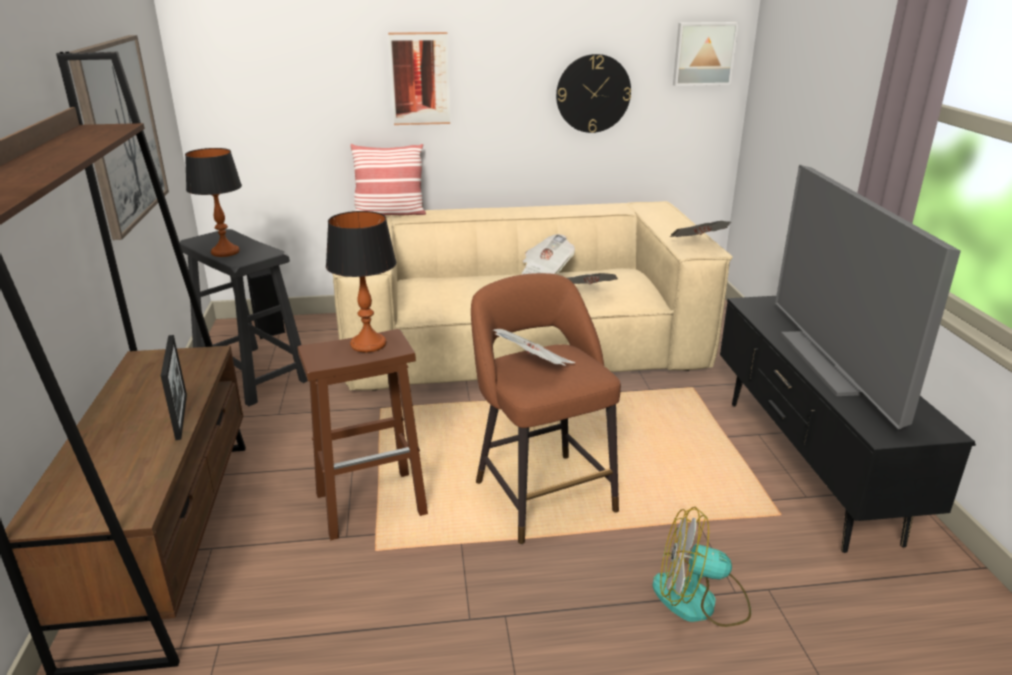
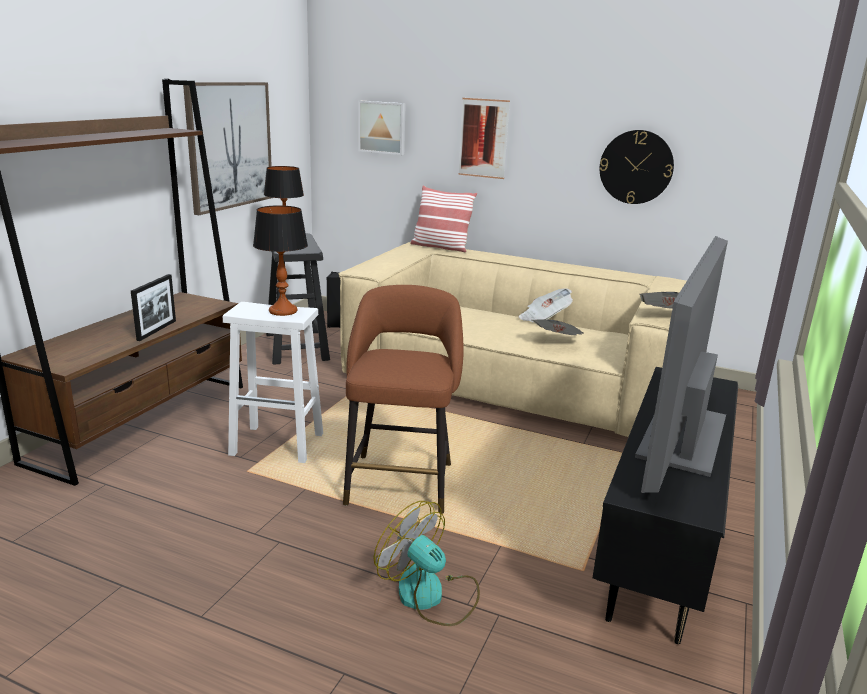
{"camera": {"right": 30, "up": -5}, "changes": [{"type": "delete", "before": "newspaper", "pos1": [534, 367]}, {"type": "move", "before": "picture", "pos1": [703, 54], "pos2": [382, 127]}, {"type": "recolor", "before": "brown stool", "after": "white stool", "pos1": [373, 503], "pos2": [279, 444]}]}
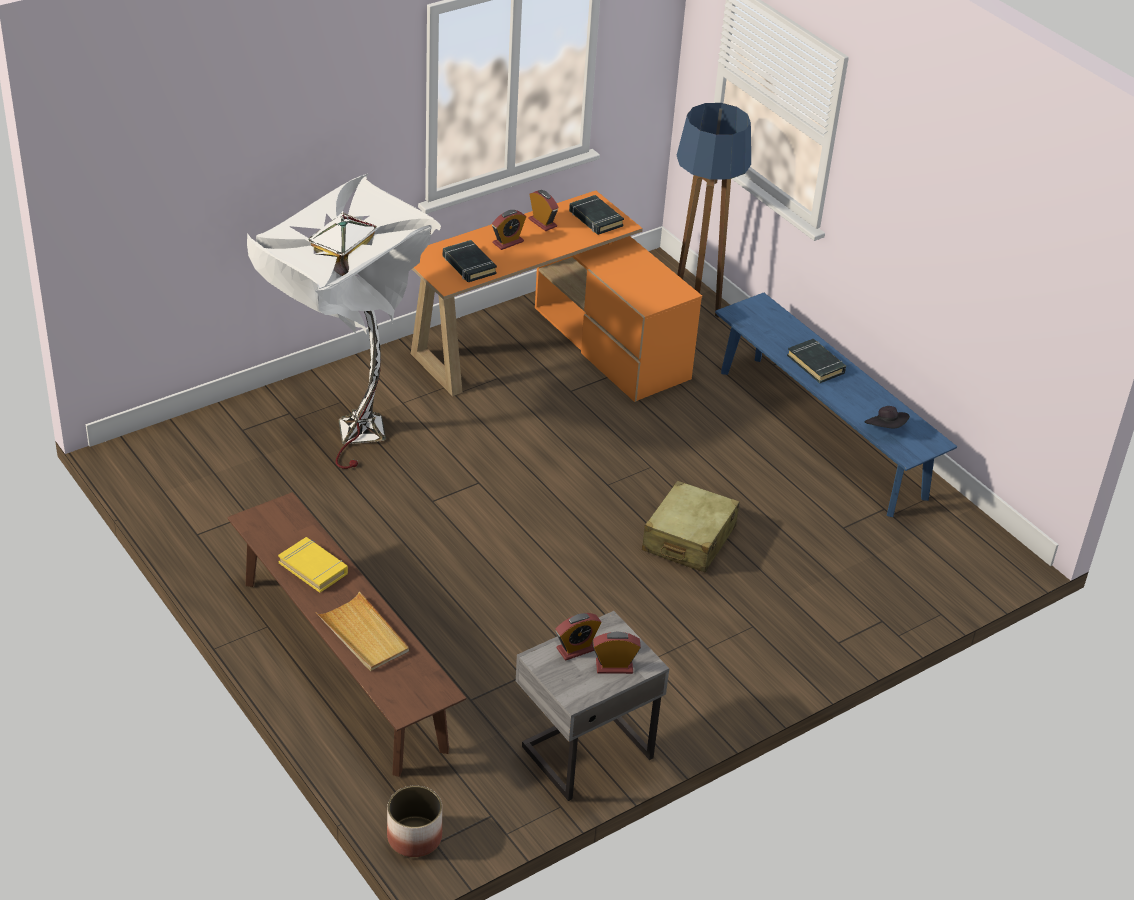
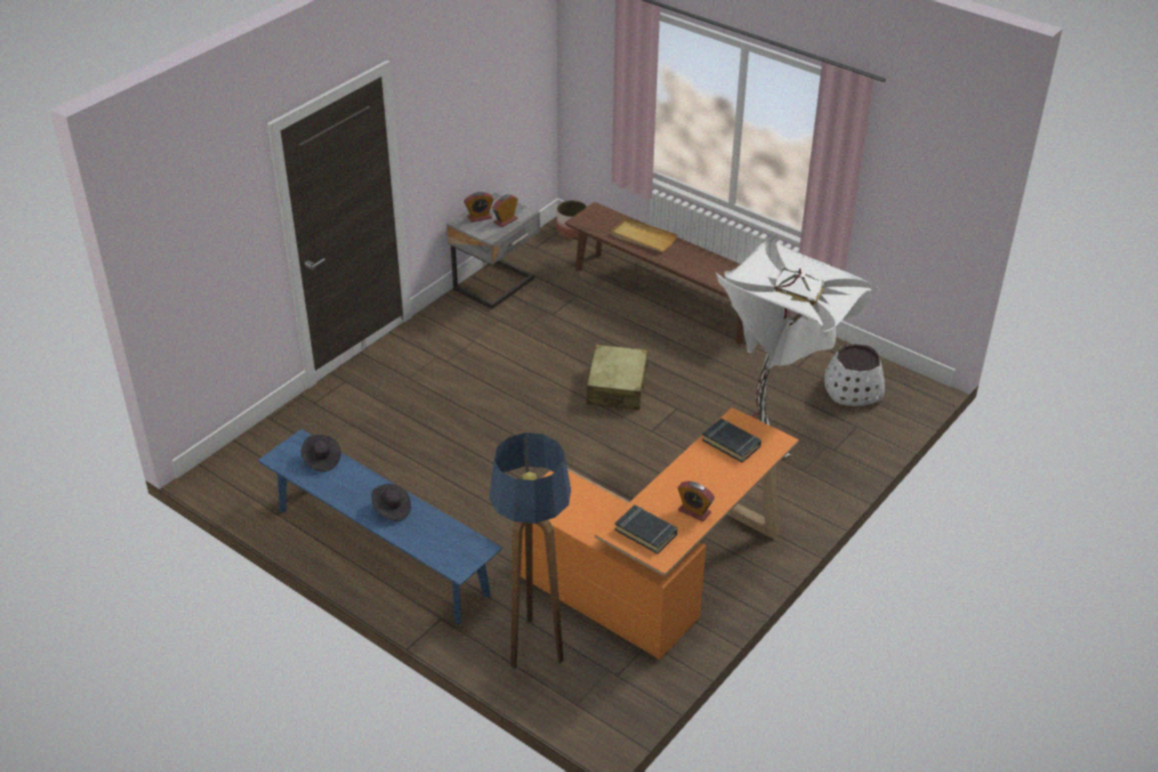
{"camera": {"right": 165, "up": 0}, "changes": [{"type": "delete", "before": "yellow book", "pos1": [313, 568]}, {"type": "delete", "before": "alarm clock", "pos1": [508, 242]}, {"type": "insert", "after": "white planter", "pos2": [853, 390]}, {"type": "move", "before": "beige suitcase", "pos1": [688, 539], "pos2": [617, 387]}, {"type": "replace", "before": "black book", "after": "black hat", "pos1": [816, 364], "pos2": [391, 510]}]}
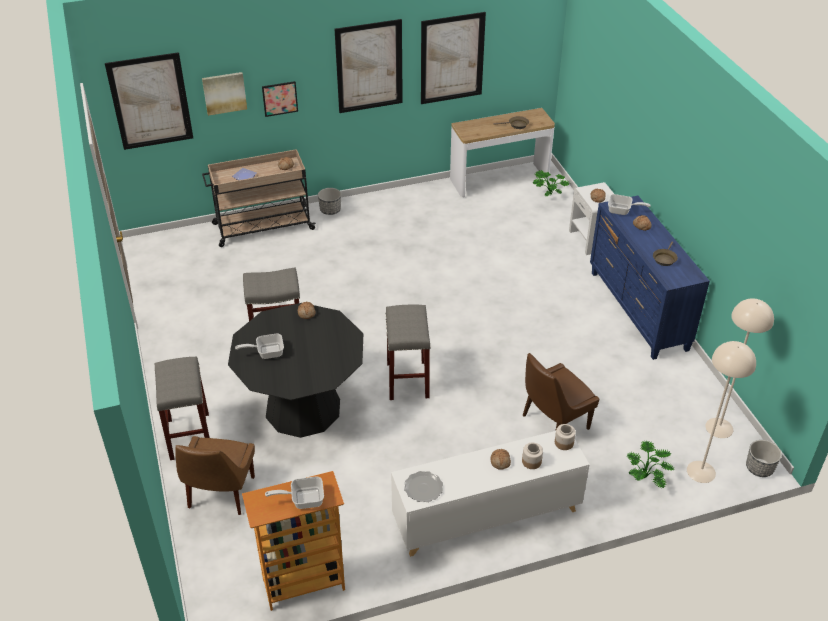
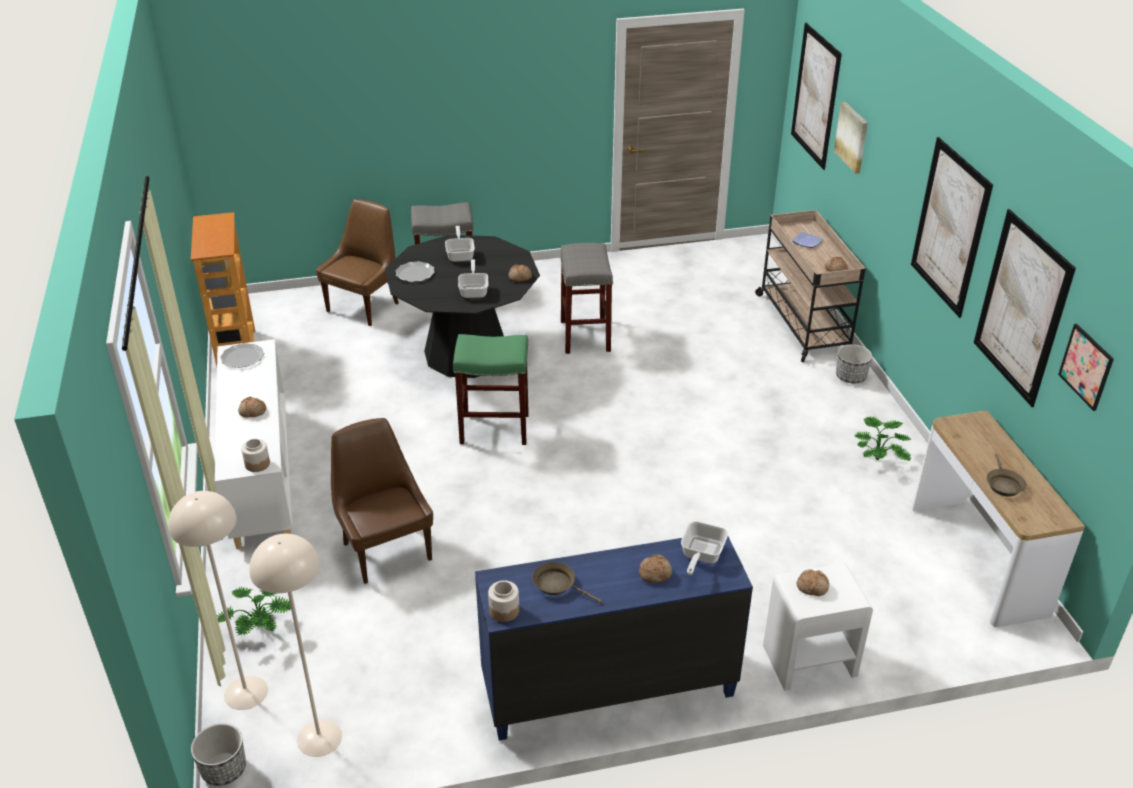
{"camera": {"right": 95, "up": -5}, "changes": [{"type": "insert", "after": "plate", "pos2": [415, 274]}, {"type": "move", "before": "picture", "pos1": [280, 98], "pos2": [1086, 366]}, {"type": "move", "before": "frying pan", "pos1": [303, 499], "pos2": [474, 290]}, {"type": "move", "before": "jar", "pos1": [531, 462], "pos2": [504, 610]}, {"type": "move", "before": "potted plant", "pos1": [548, 193], "pos2": [879, 458]}, {"type": "recolor", "before": "grey stool", "after": "green stool", "pos1": [408, 381], "pos2": [493, 429]}, {"type": "rotate", "before": "brown chair", "pos1": [220, 494], "pos2": [364, 306], "turn": 105}]}
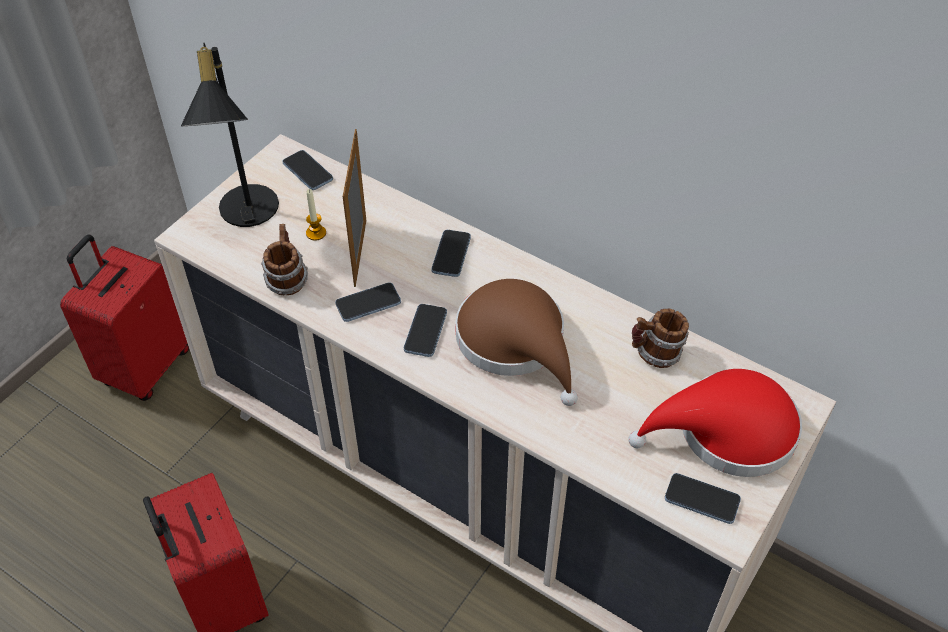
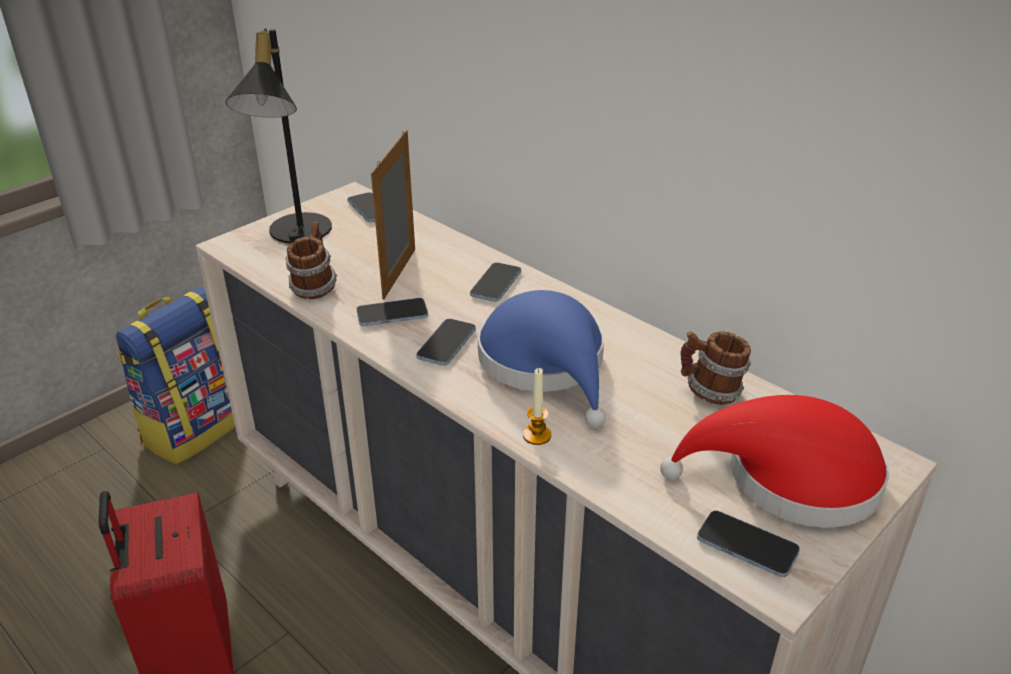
{"camera": {"right": 10, "up": -15}, "changes": [{"type": "move", "before": "candle", "pos1": [316, 233], "pos2": [537, 435]}, {"type": "replace", "before": "red suitcase", "after": "backpack", "pos1": [144, 368], "pos2": [196, 427]}, {"type": "recolor", "before": "brown hat", "after": "blue hat", "pos1": [516, 342], "pos2": [546, 364]}]}
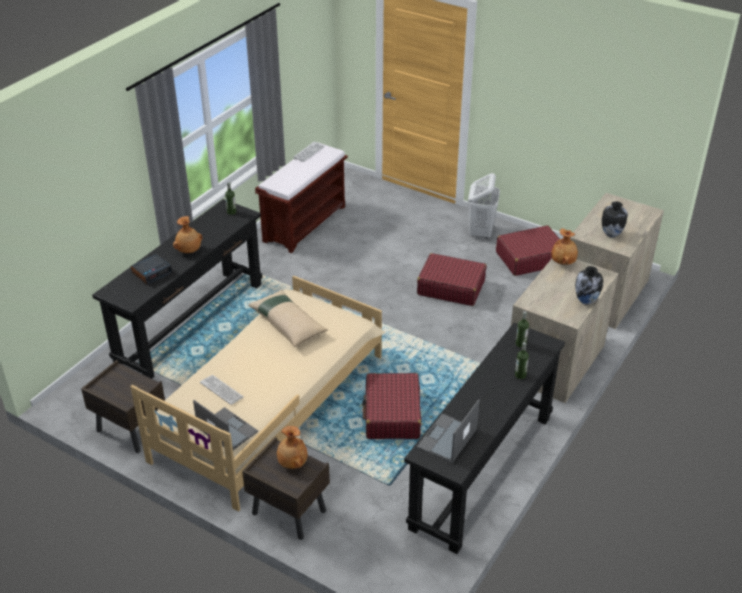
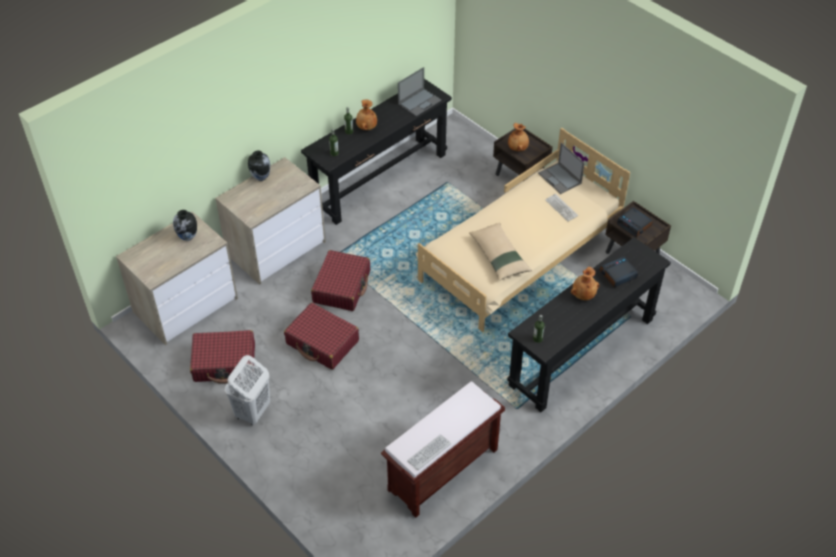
{"camera": {"right": -165, "up": 10}, "changes": [{"type": "insert", "after": "alarm clock", "pos2": [634, 225]}, {"type": "move", "before": "red suitcase", "pos1": [392, 415], "pos2": [342, 287]}, {"type": "move", "before": "brown vase", "pos1": [563, 262], "pos2": [366, 127]}]}
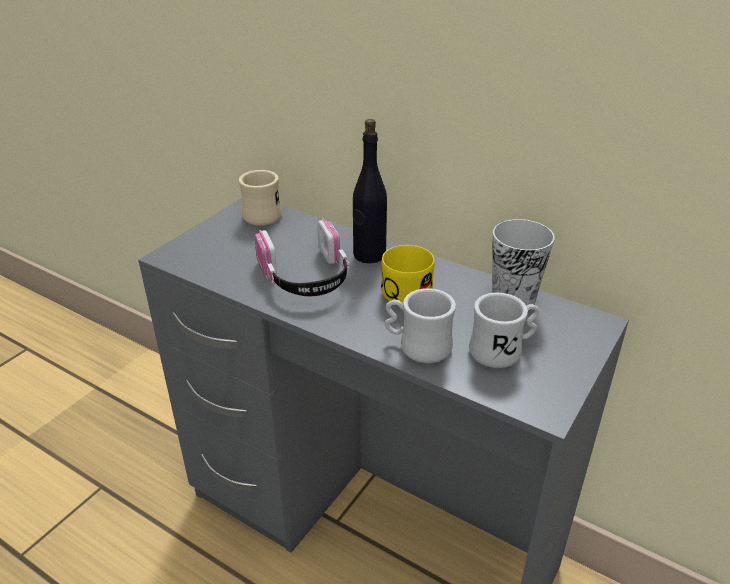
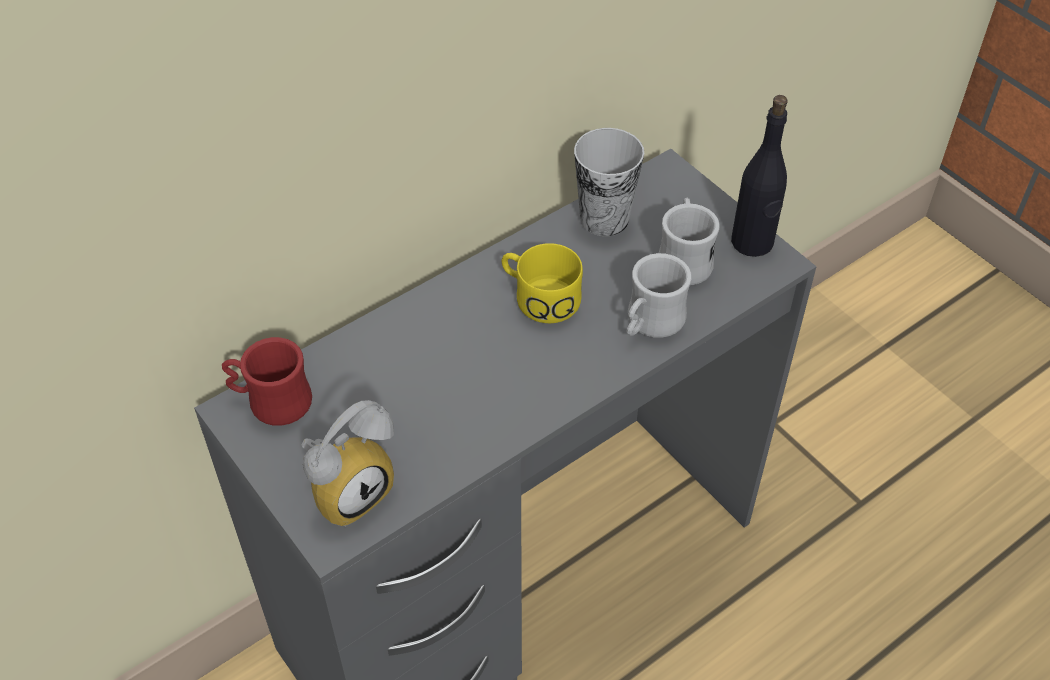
{"camera": {"right": -70, "up": 15}, "changes": [{"type": "delete", "before": "headphones", "pos1": [306, 277]}, {"type": "insert", "after": "alarm clock", "pos2": [350, 489]}, {"type": "move", "before": "black bottle", "pos1": [369, 255], "pos2": [752, 242]}, {"type": "recolor", "before": "beige mug", "after": "red mug", "pos1": [261, 213], "pos2": [271, 401]}]}
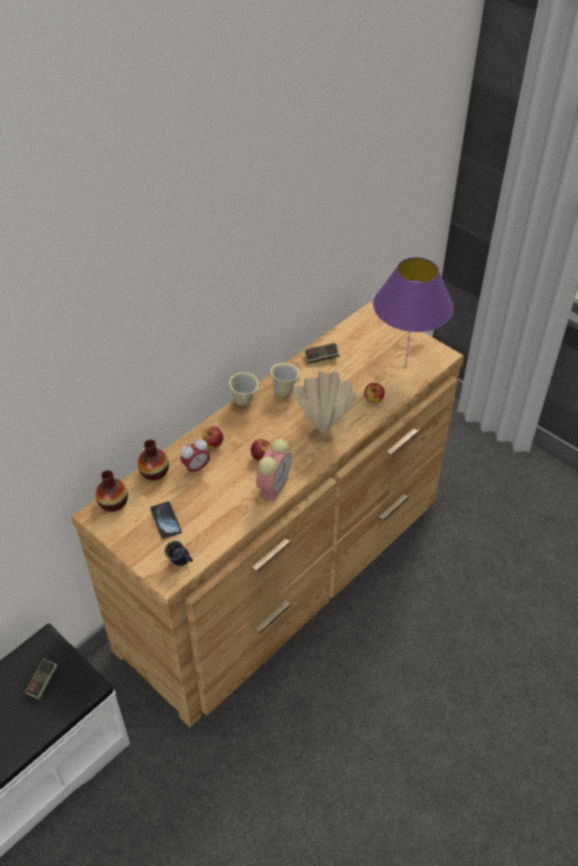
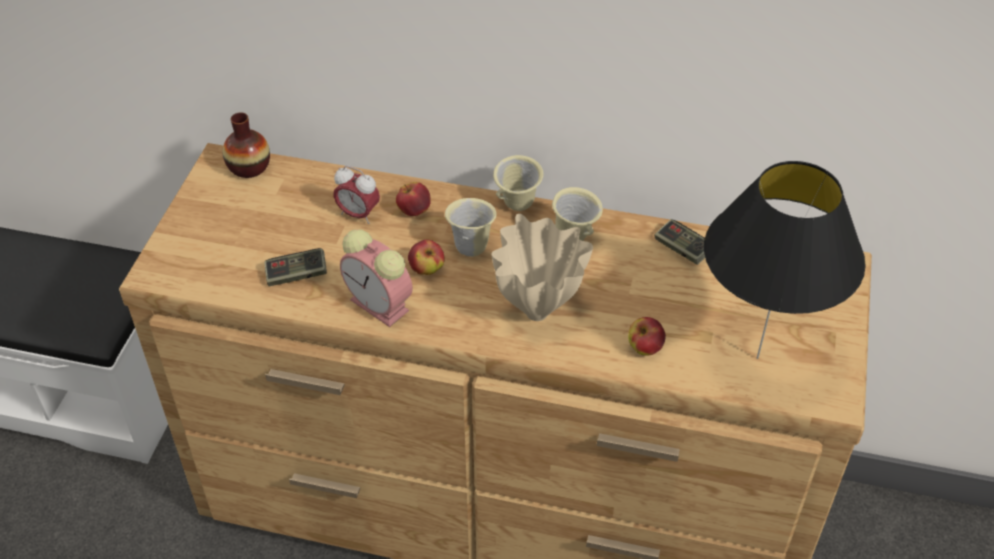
{"camera": {"right": 60, "up": 0}, "changes": [{"type": "delete", "before": "vase", "pos1": [154, 472]}, {"type": "delete", "before": "phone", "pos1": [165, 520]}, {"type": "delete", "before": "blue mug", "pos1": [181, 563]}, {"type": "insert", "after": "beige mug", "pos2": [471, 246]}, {"type": "move", "before": "game controller", "pos1": [42, 682], "pos2": [297, 275]}, {"type": "recolor", "before": "purple table lamp", "after": "black table lamp", "pos1": [405, 366], "pos2": [758, 358]}, {"type": "rotate", "before": "alarm clock", "pos1": [274, 485], "pos2": [382, 306], "turn": 45}]}
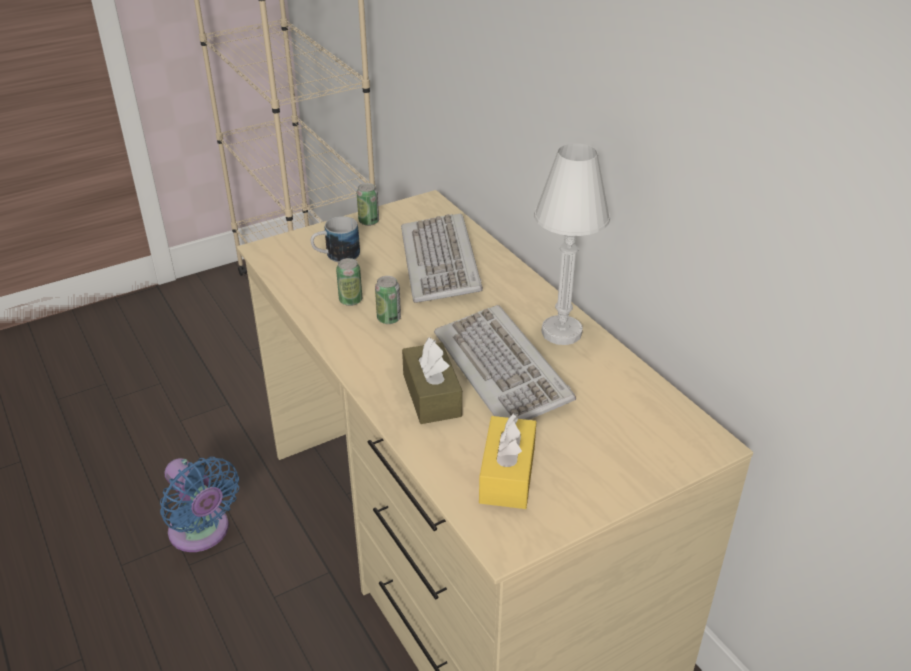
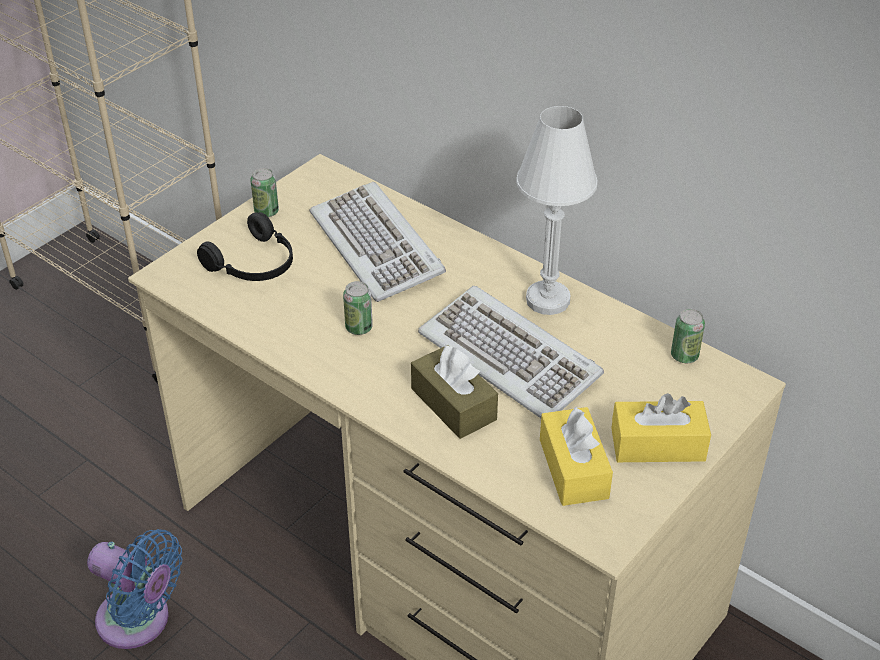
{"camera": {"right": -20, "up": 5}, "changes": [{"type": "insert", "after": "yellow tissue box", "pos2": [657, 444]}, {"type": "move", "before": "can", "pos1": [350, 300], "pos2": [684, 356]}, {"type": "replace", "before": "mug", "after": "black headphones", "pos1": [336, 256], "pos2": [254, 264]}]}
